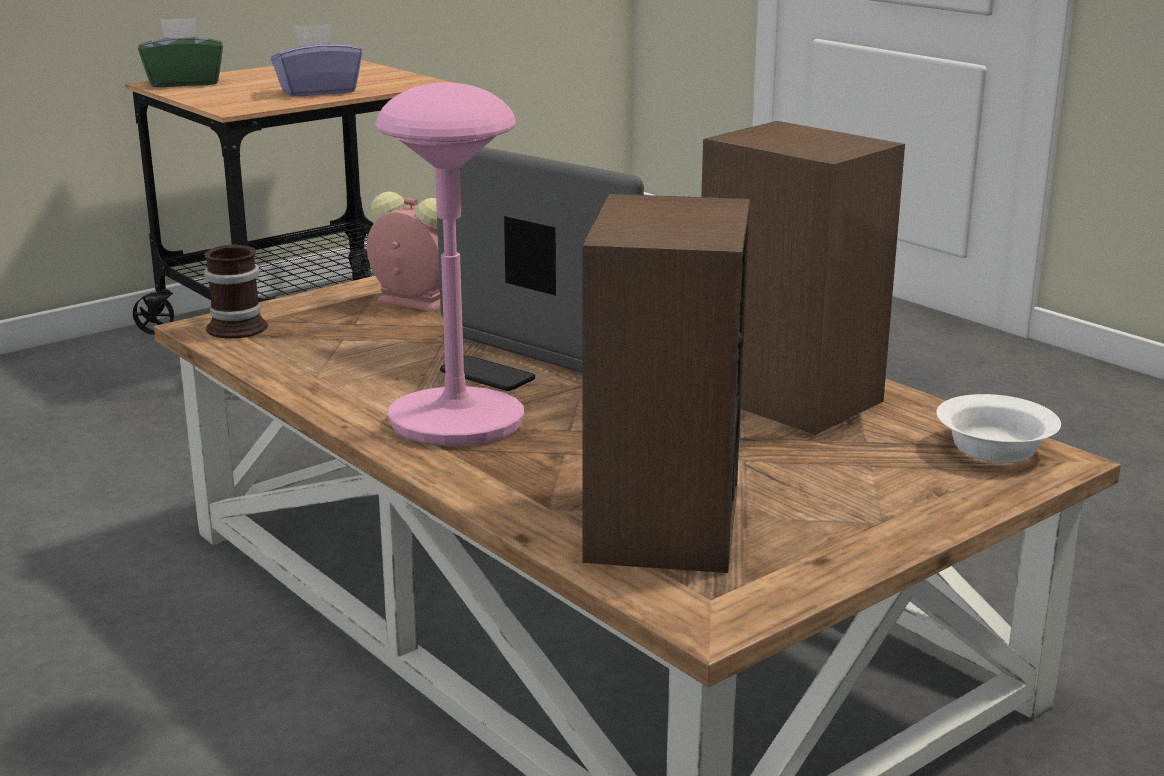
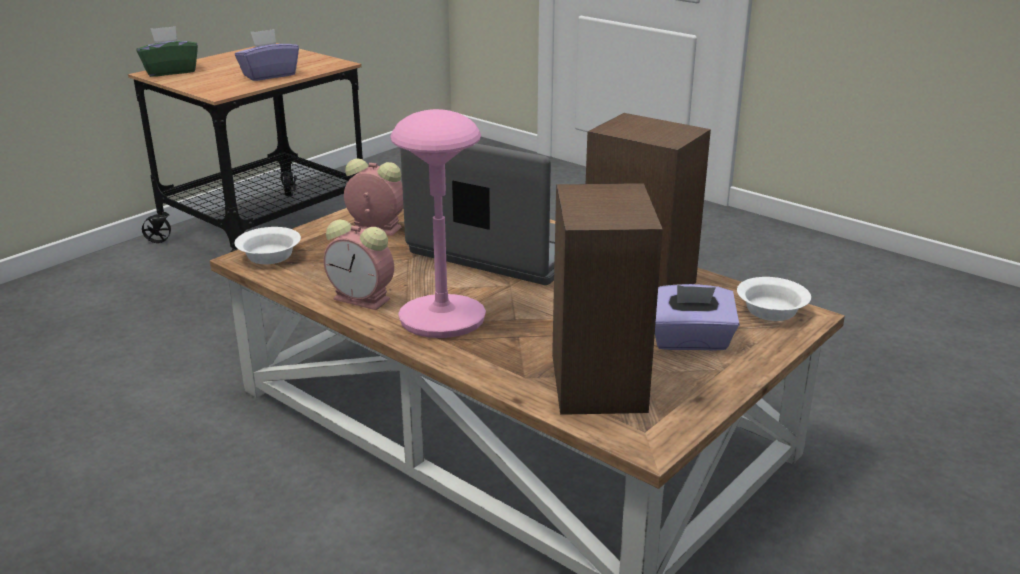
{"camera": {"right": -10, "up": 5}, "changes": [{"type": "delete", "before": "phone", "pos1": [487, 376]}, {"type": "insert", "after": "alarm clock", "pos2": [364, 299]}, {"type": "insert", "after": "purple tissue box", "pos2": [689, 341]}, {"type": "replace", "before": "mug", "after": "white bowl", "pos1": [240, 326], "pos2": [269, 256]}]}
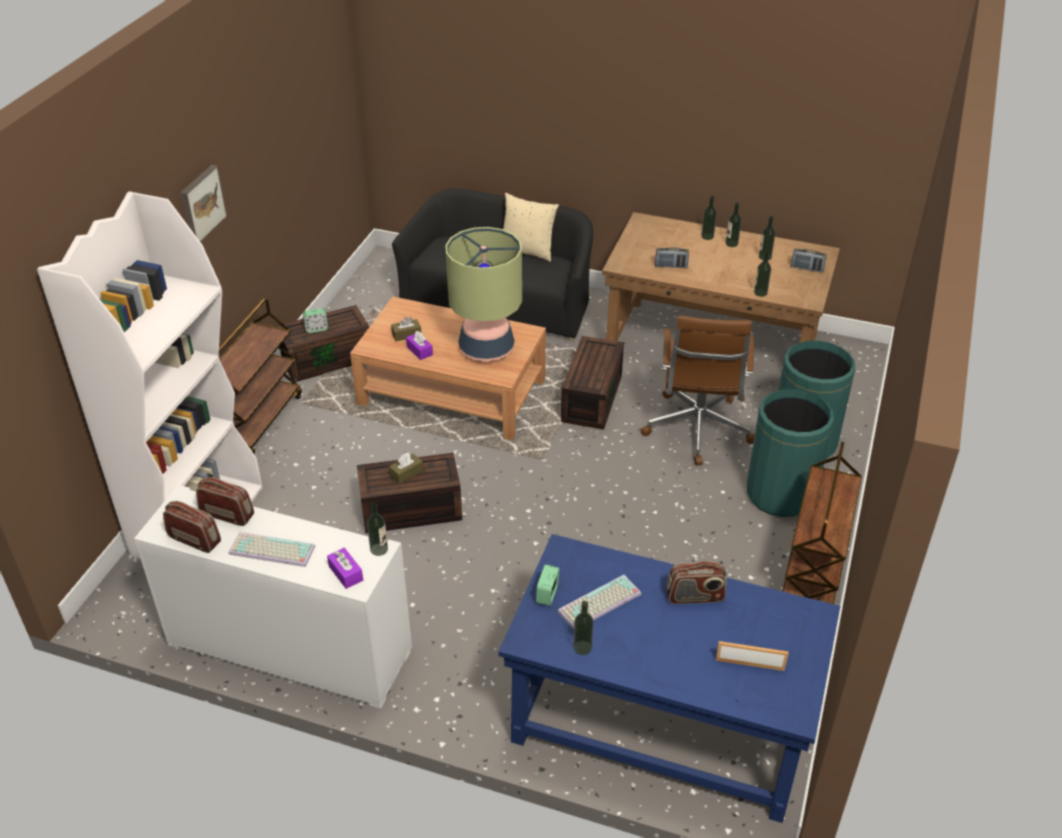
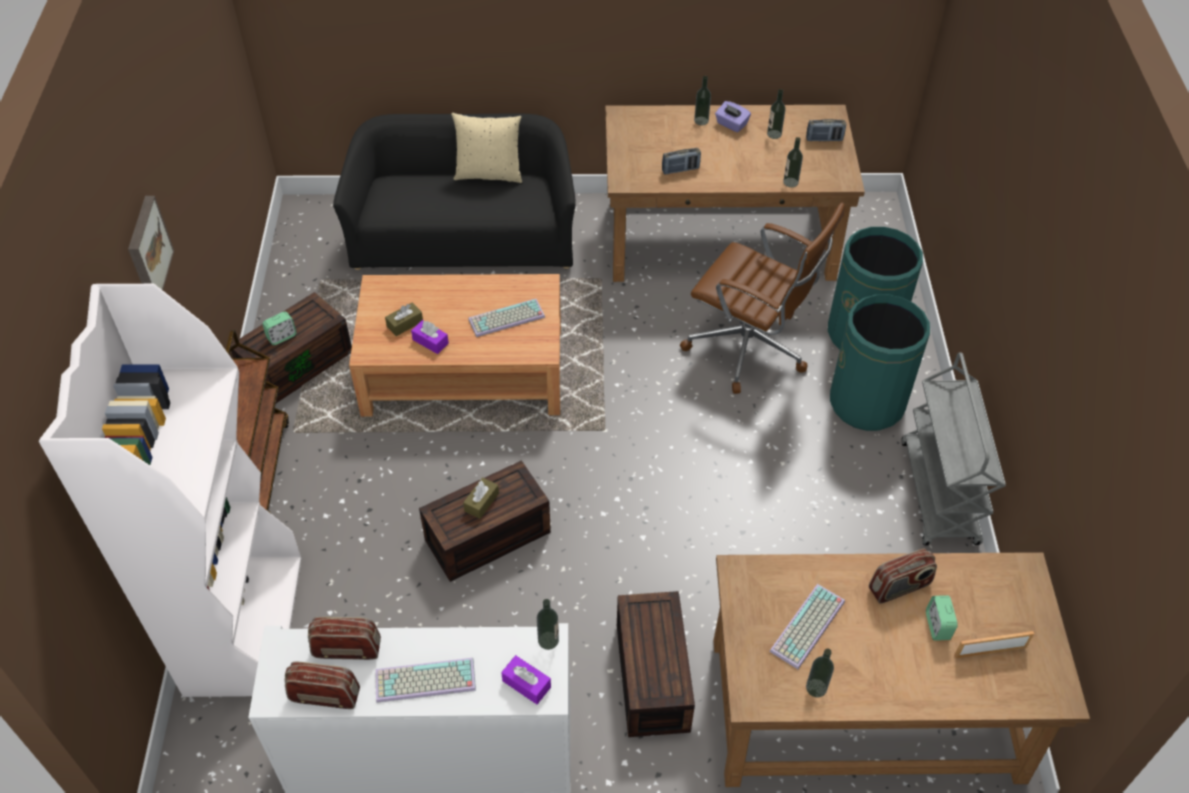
{"camera": {"right": -20, "up": 10}, "changes": [{"type": "move", "before": "alarm clock", "pos1": [547, 595], "pos2": [937, 626]}, {"type": "move", "before": "brown storage box", "pos1": [590, 397], "pos2": [650, 675]}, {"type": "replace", "before": "table lamp", "after": "keyboard", "pos1": [486, 349], "pos2": [506, 319]}, {"type": "replace", "before": "bottle", "after": "purple tissue box", "pos1": [731, 243], "pos2": [731, 124]}, {"type": "recolor", "before": "blue desk", "after": "brown desk", "pos1": [660, 721], "pos2": [864, 710]}, {"type": "recolor", "before": "brown cart", "after": "grey cart", "pos1": [812, 578], "pos2": [939, 494]}, {"type": "rotate", "before": "brown office chair", "pos1": [697, 430], "pos2": [750, 348], "turn": -45}]}
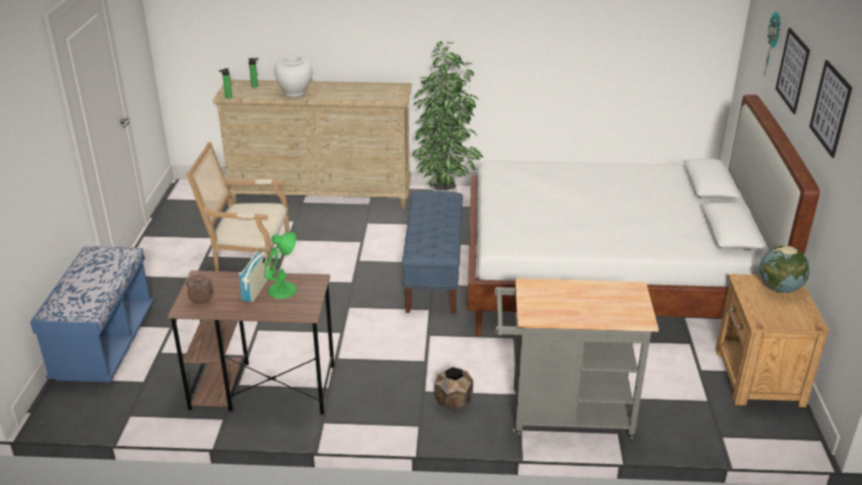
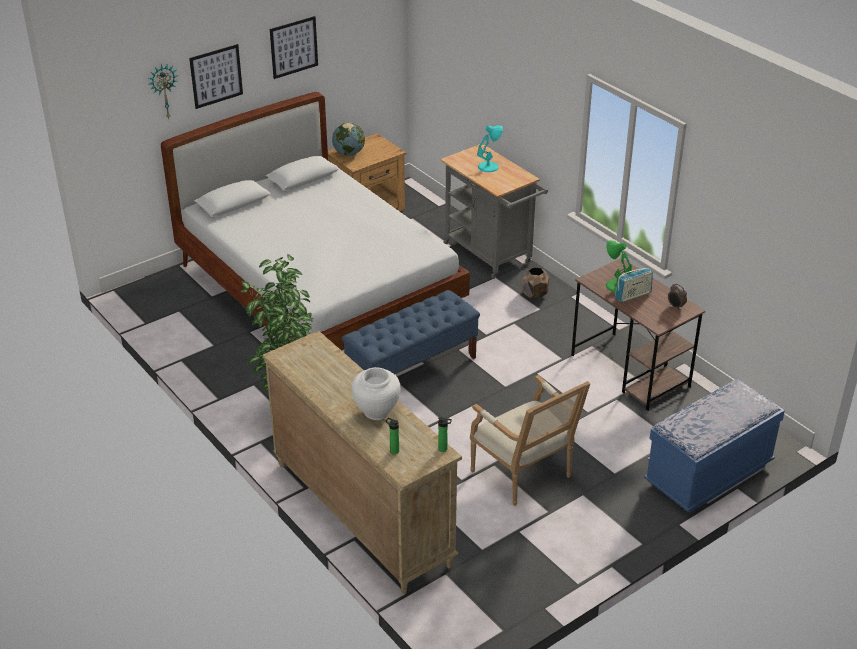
{"camera": {"right": -130, "up": 5}, "changes": [{"type": "insert", "after": "turquoise table lamp", "pos2": [489, 166]}]}
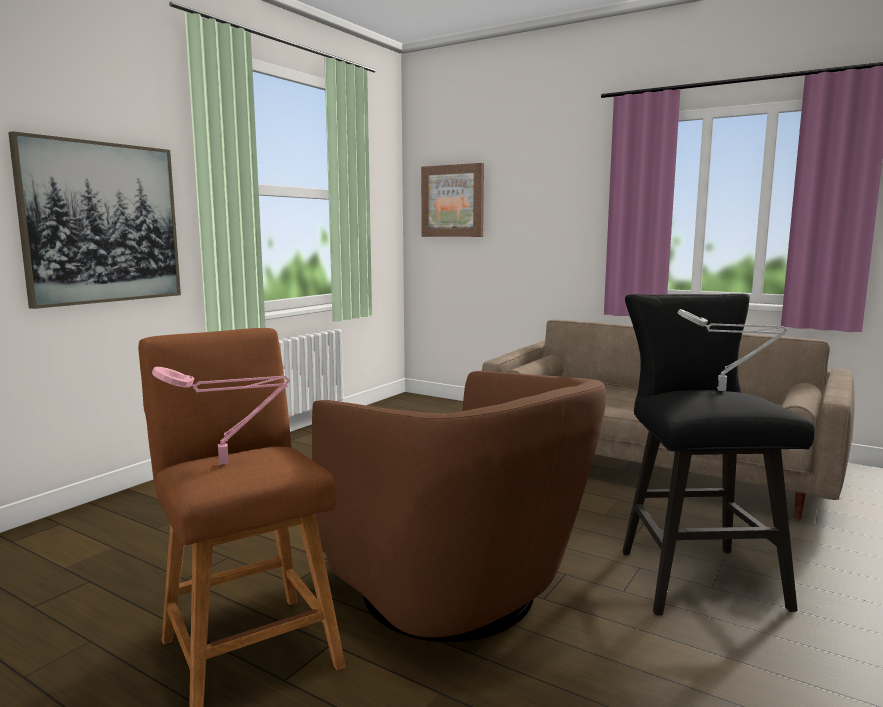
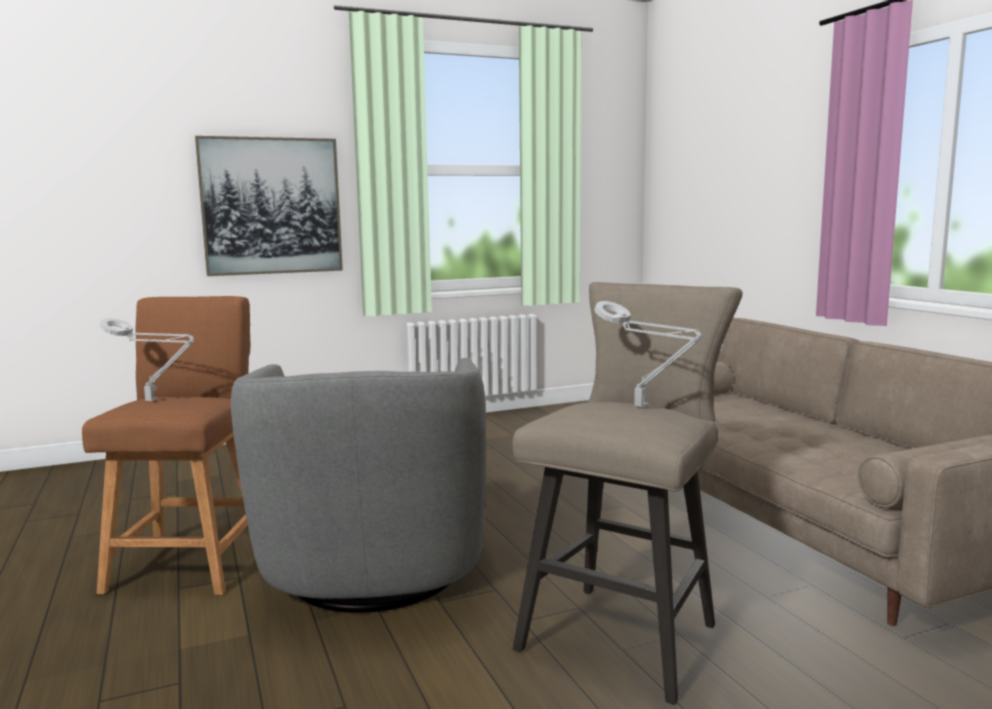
{"camera": {"right": 35, "up": 0}, "changes": [{"type": "delete", "before": "picture", "pos1": [453, 201]}, {"type": "recolor", "before": "pink table lamp", "after": "grey table lamp", "pos1": [228, 463], "pos2": [154, 401]}, {"type": "recolor", "before": "brown armchair", "after": "grey armchair", "pos1": [451, 593], "pos2": [373, 573]}, {"type": "recolor", "before": "black stool", "after": "beige stool", "pos1": [693, 574], "pos2": [626, 632]}]}
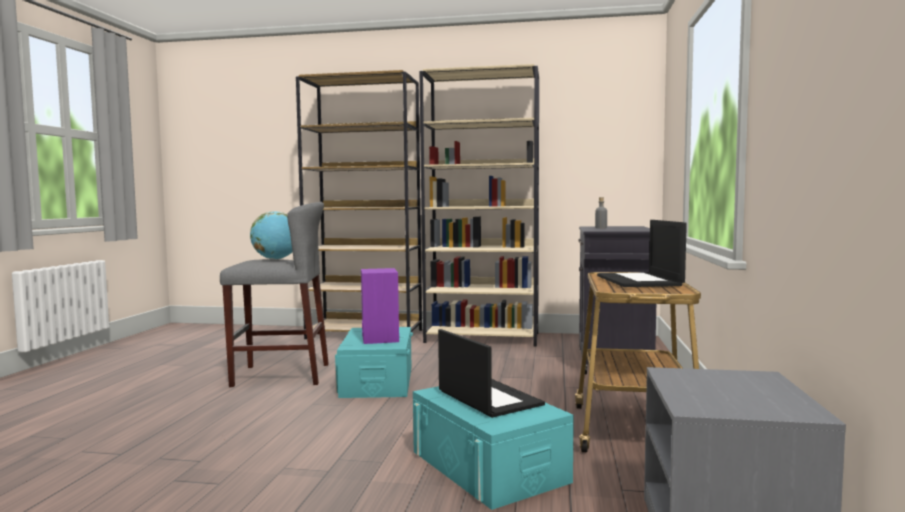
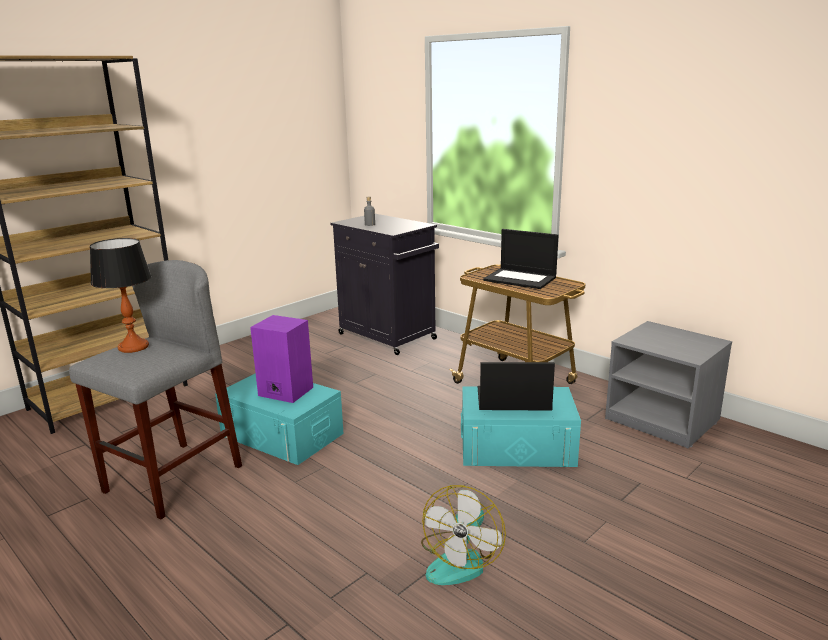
{"camera": {"right": -55, "up": 15}, "changes": [{"type": "delete", "before": "beige bookcase", "pos1": [483, 338]}, {"type": "insert", "after": "fan", "pos2": [460, 560]}, {"type": "replace", "before": "globe", "after": "table lamp", "pos1": [276, 259], "pos2": [134, 347]}]}
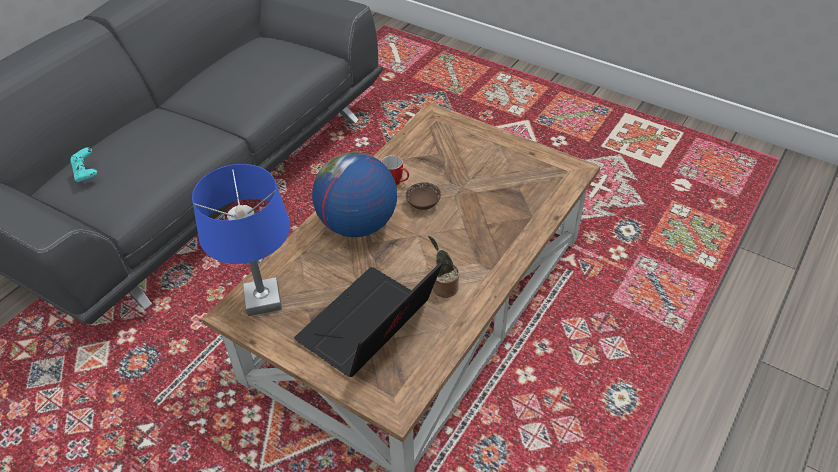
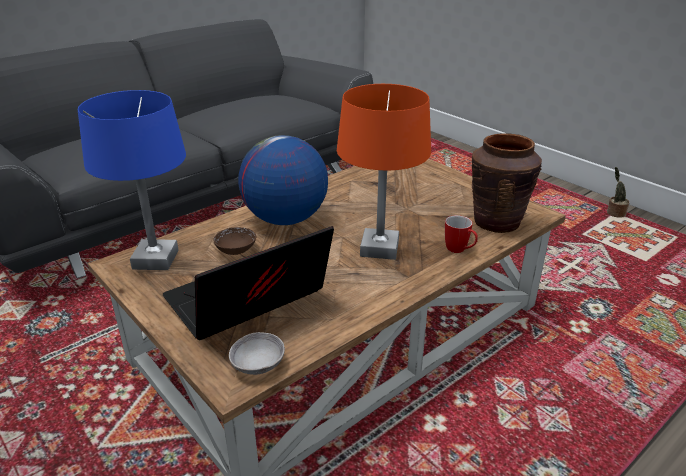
{"camera": {"right": 15, "up": -15}, "changes": [{"type": "delete", "before": "turquoise game controller", "pos1": [87, 173]}, {"type": "insert", "after": "grey bowl", "pos2": [258, 365]}, {"type": "insert", "after": "orange table lamp", "pos2": [379, 248]}, {"type": "insert", "after": "brown vase", "pos2": [496, 222]}, {"type": "move", "before": "mug", "pos1": [396, 183], "pos2": [459, 251]}, {"type": "move", "before": "brown bowl", "pos1": [423, 203], "pos2": [236, 250]}, {"type": "move", "before": "potted plant", "pos1": [443, 287], "pos2": [614, 214]}]}
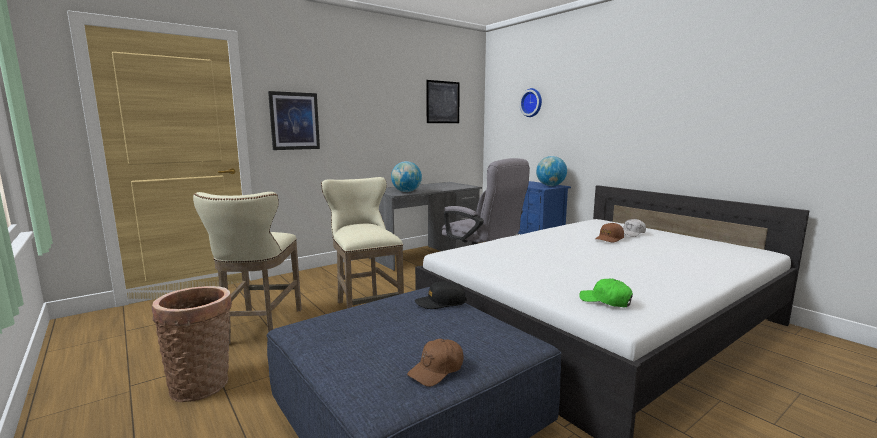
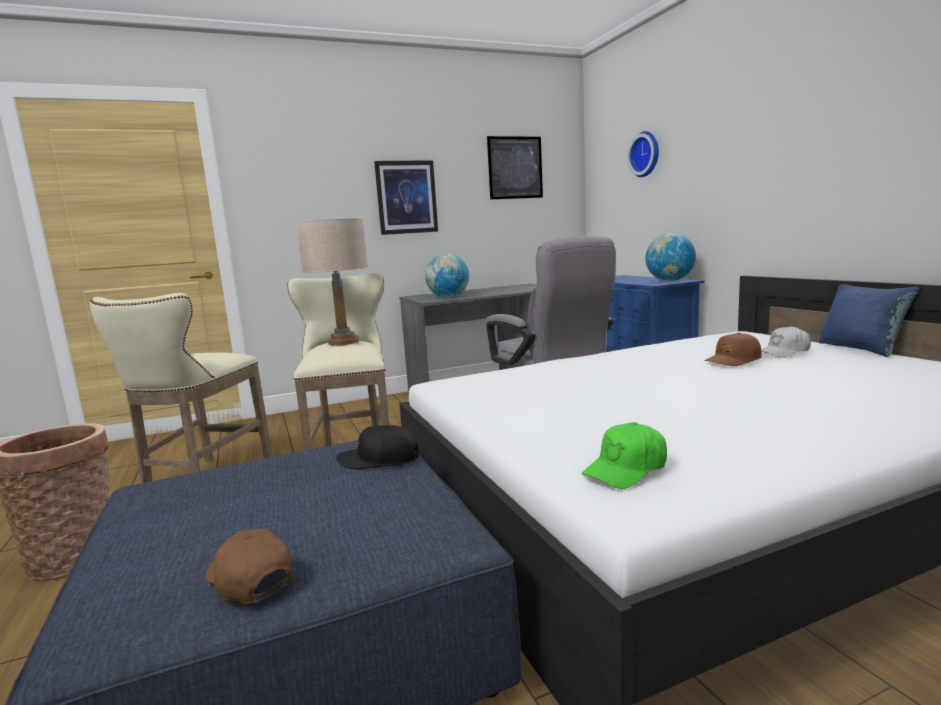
{"camera": {"right": 15, "up": 0}, "changes": [{"type": "insert", "after": "beige table lamp", "pos2": [343, 342]}, {"type": "insert", "after": "blue pillow", "pos2": [861, 349]}, {"type": "move", "before": "picture", "pos1": [294, 121], "pos2": [406, 197]}, {"type": "rotate", "before": "brown cap", "pos1": [437, 370], "pos2": [250, 579], "turn": 75}, {"type": "rotate", "before": "green cap", "pos1": [605, 301], "pos2": [626, 469], "turn": -90}]}
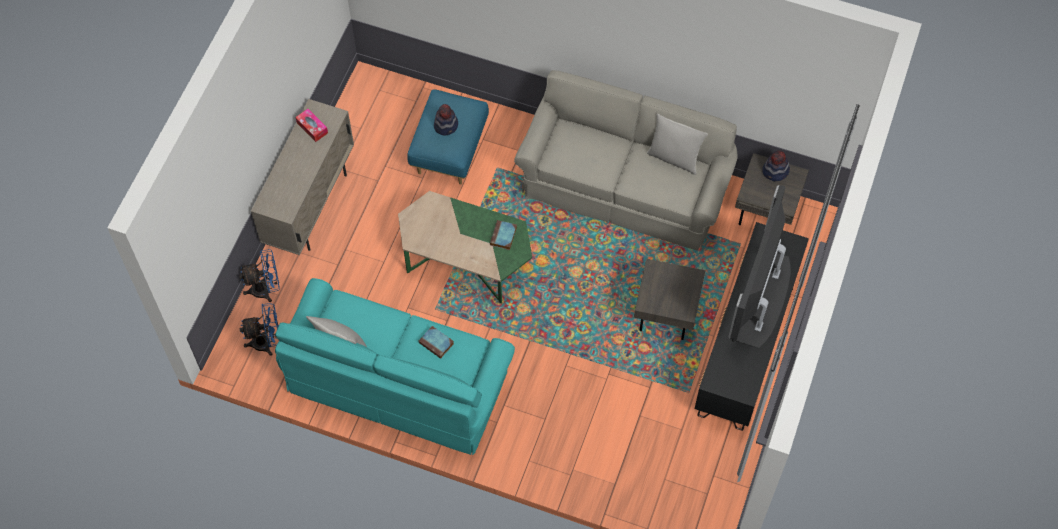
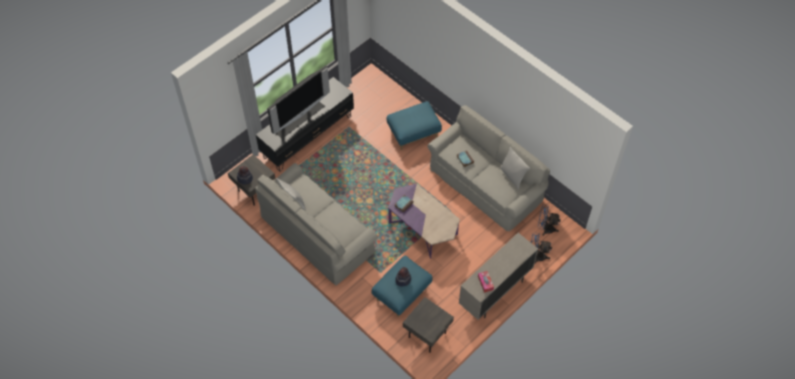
{"camera": {"right": -155, "up": -5}, "changes": [{"type": "insert", "after": "blue ottoman", "pos2": [414, 133]}, {"type": "move", "before": "grey side table", "pos1": [666, 317], "pos2": [427, 334]}, {"type": "recolor", "before": "turquoise sofa", "after": "grey sofa", "pos1": [398, 381], "pos2": [485, 184]}, {"type": "recolor", "before": "green coffee table", "after": "purple coffee table", "pos1": [466, 261], "pos2": [423, 229]}]}
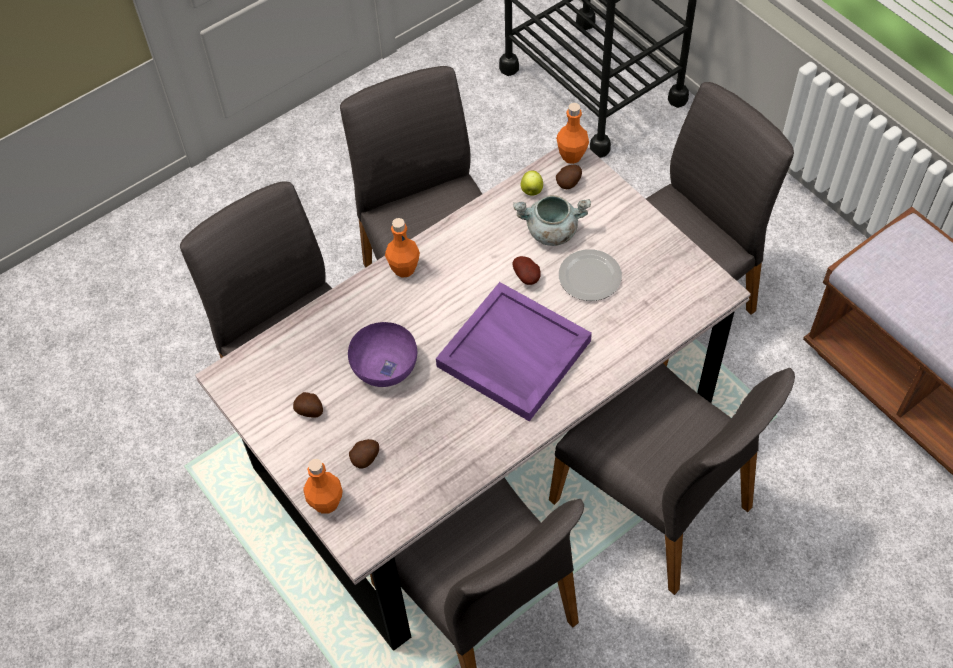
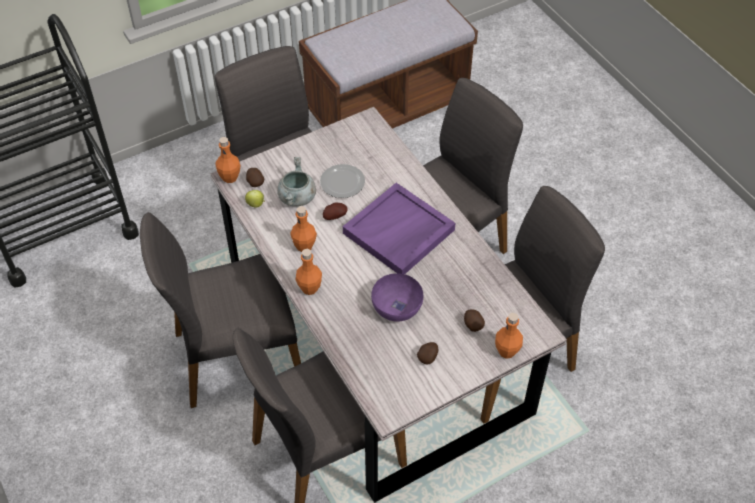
{"camera": {"right": -85, "up": -5}, "changes": [{"type": "insert", "after": "orange bottle", "pos2": [304, 246]}]}
